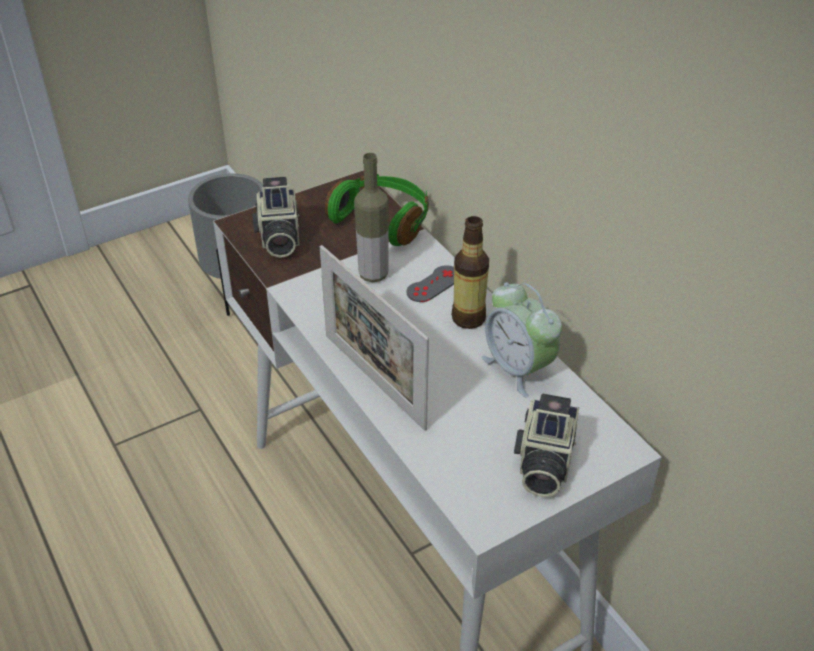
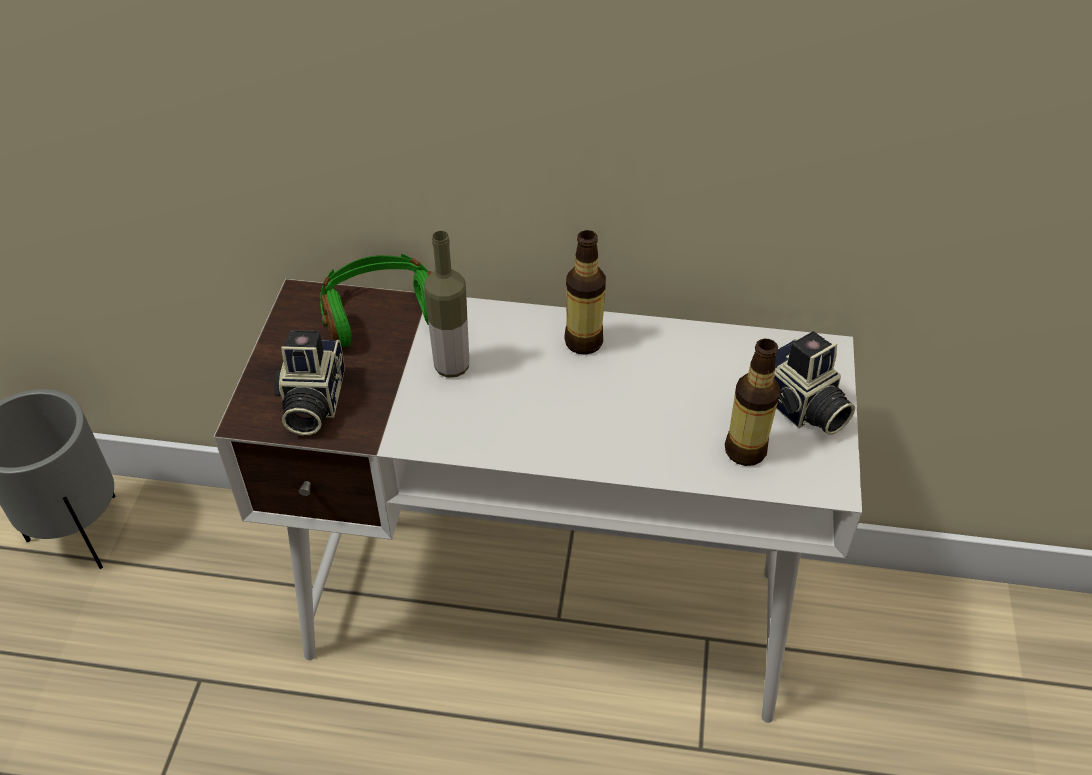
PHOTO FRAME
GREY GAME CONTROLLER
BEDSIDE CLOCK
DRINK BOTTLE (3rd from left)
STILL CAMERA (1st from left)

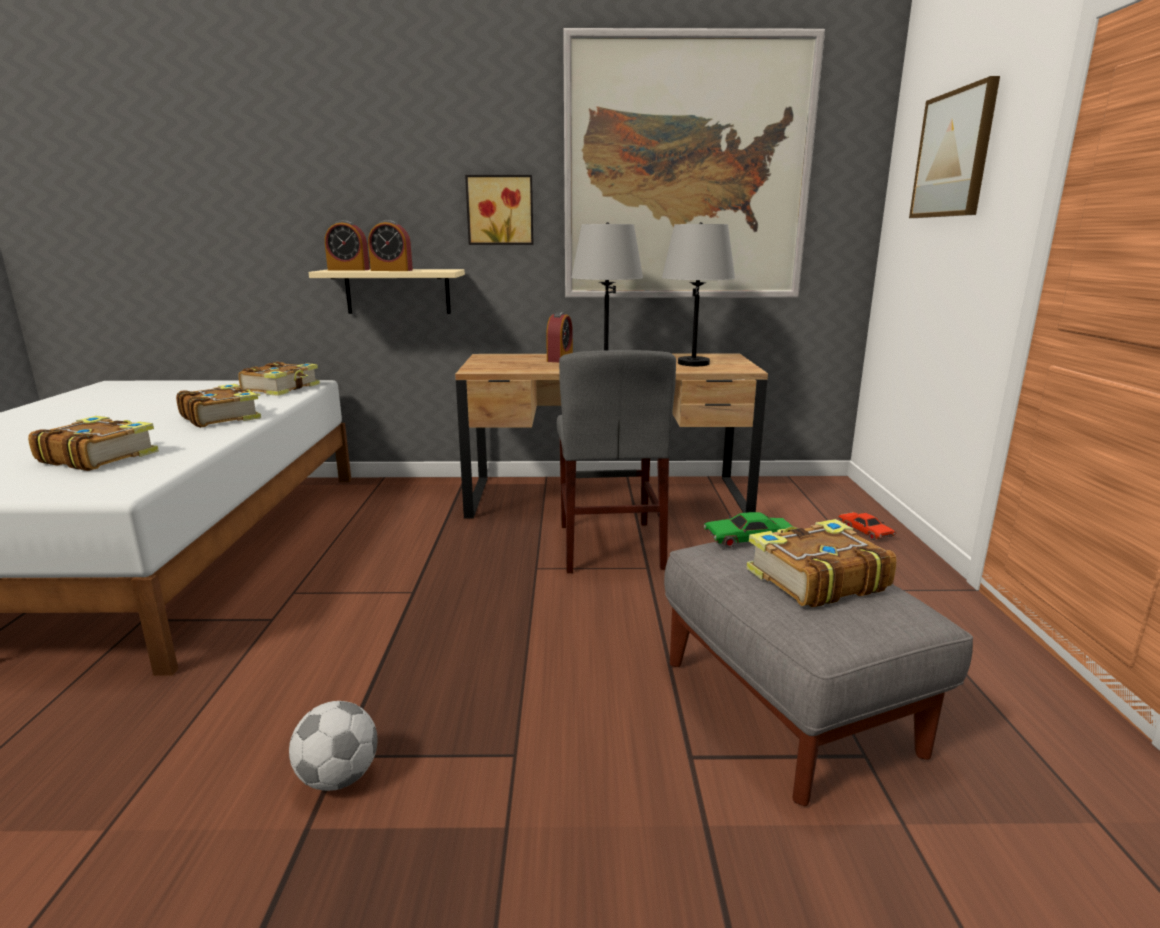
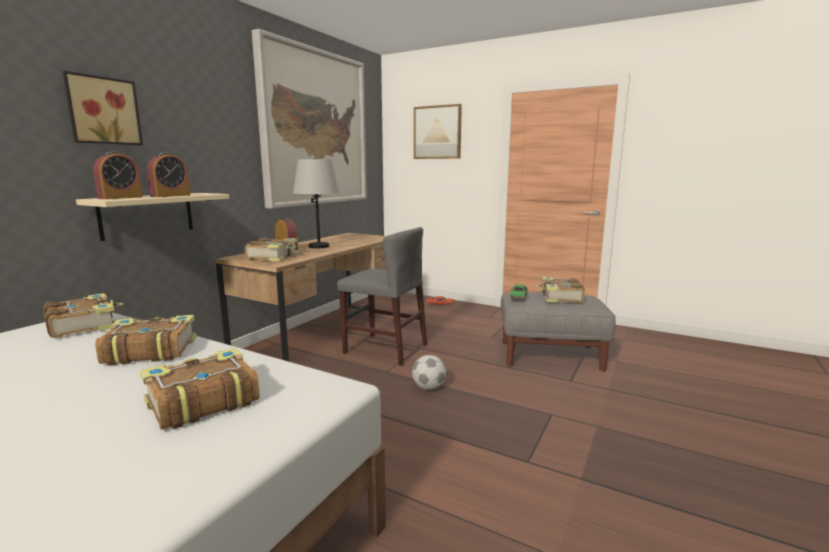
GREY TABLE LAMP (2nd from left in the first image)
BOUND BOOK (4th from left)
BALL FOR FOOTBALL
WALL ART (1st from left)

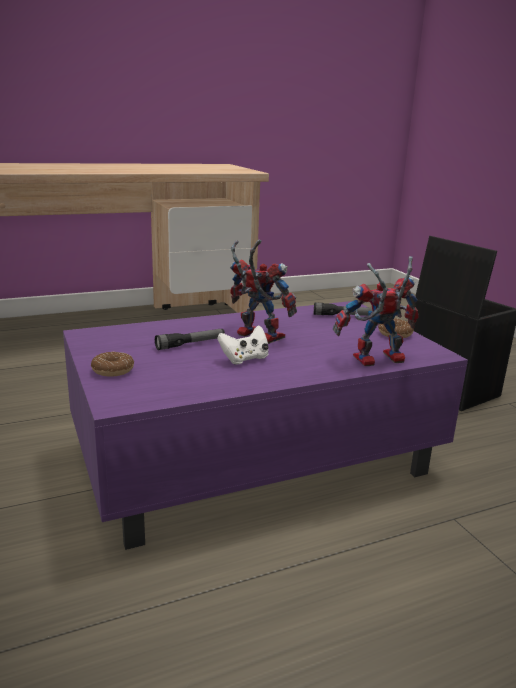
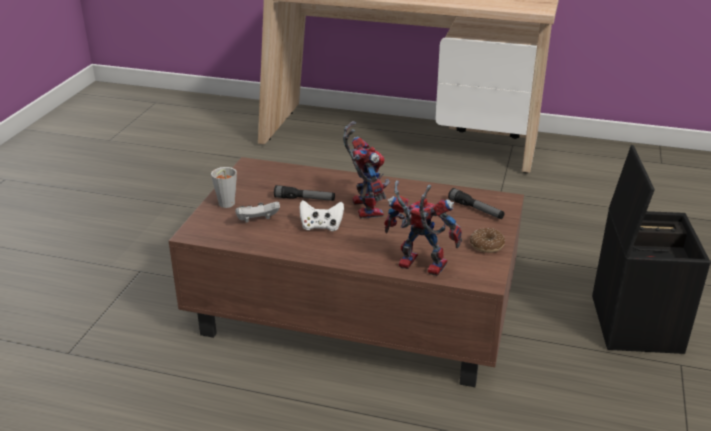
WHITE-COLOURED GAME CONTROLLER (1st from left)
GREY DRINKING CUP
BROWN LOUNGE TABLE

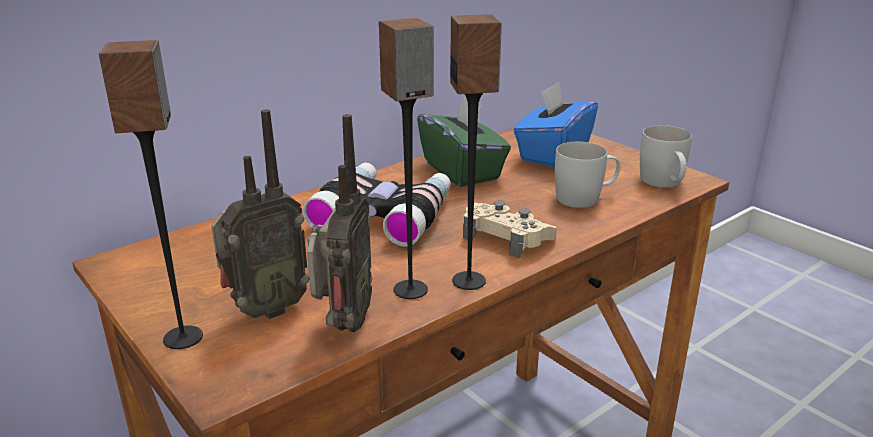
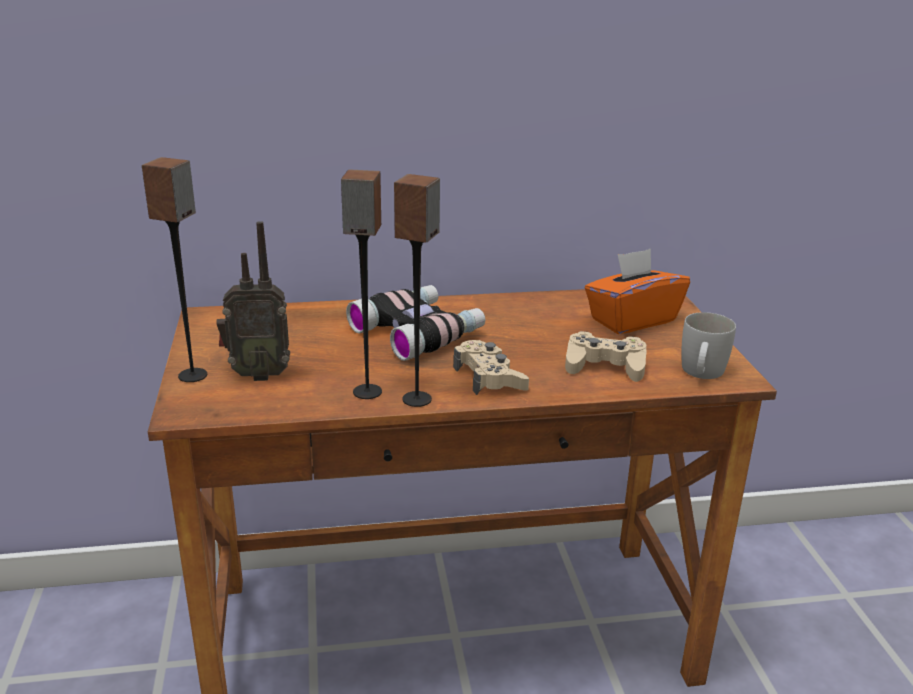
RADIO (2nd from left in the first image)
GREEN TISSUE HOLDER
BEIGE GAME CONTROLLER (2nd from left)
ORANGE-COLOURED TISSUE HOLDER

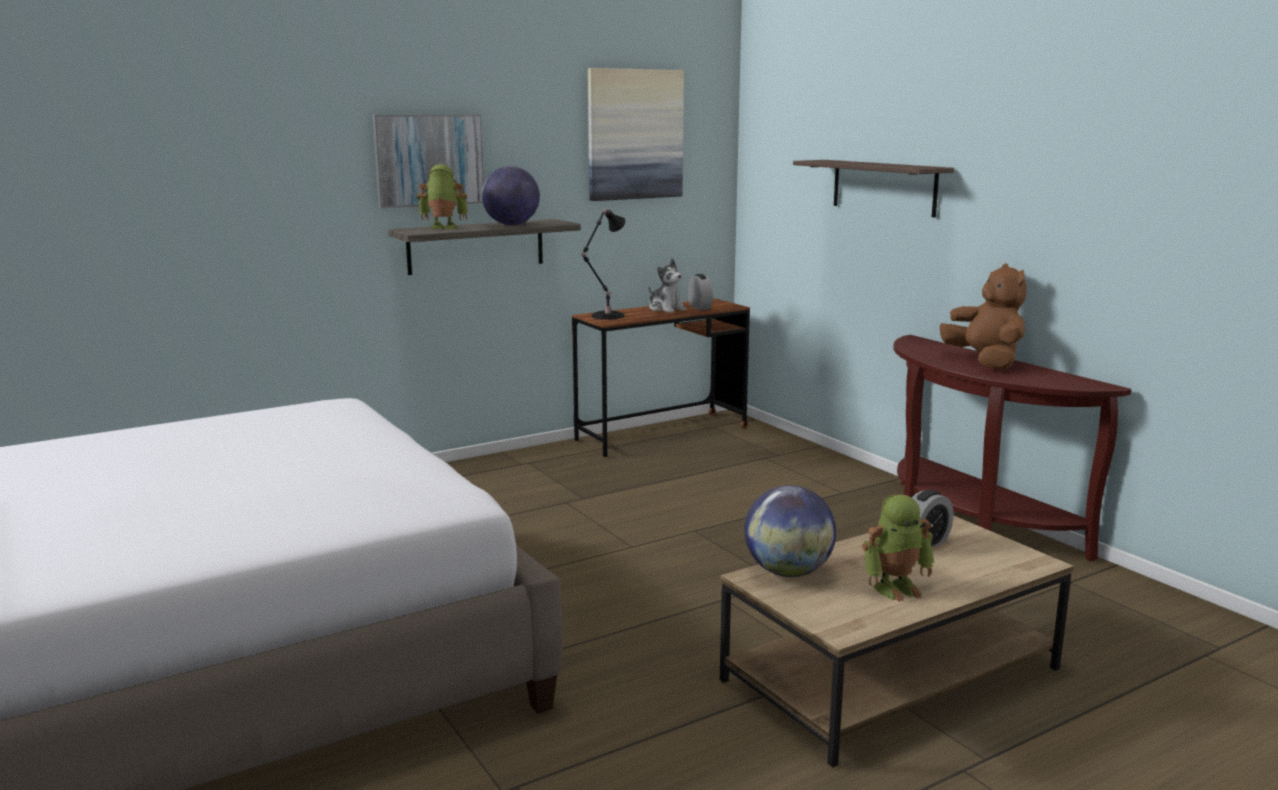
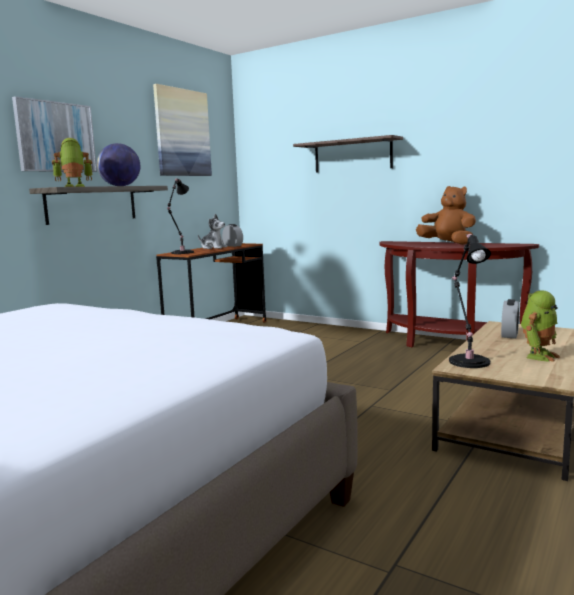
BLACKISH TABLE LAMP (2nd from left)

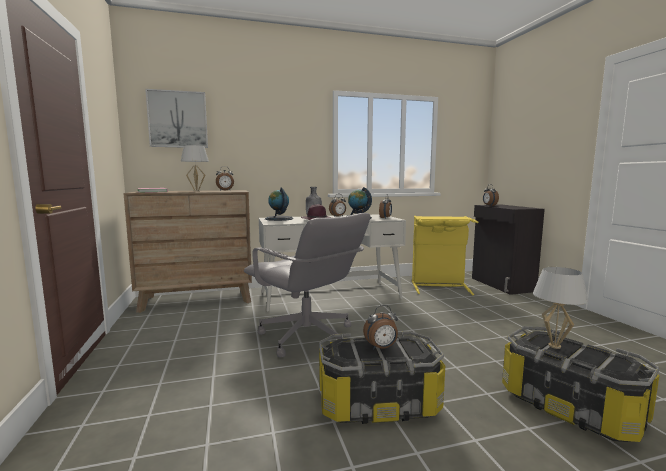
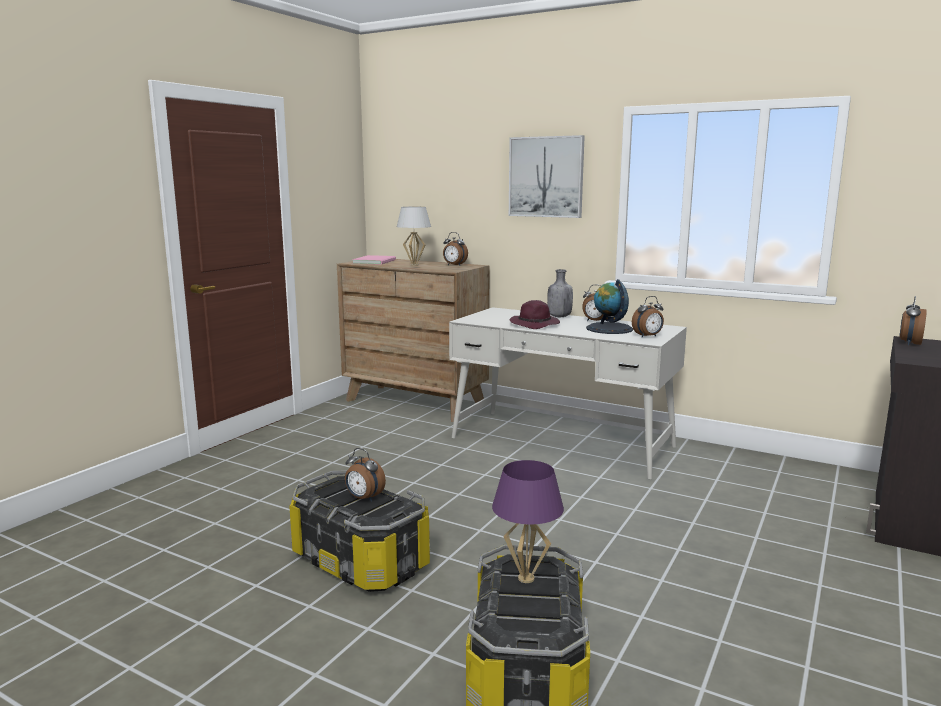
GREY DESK CHAIR
GLOBE (1st from left in the first image)
YELLOW WASHING BASKET
WALL ART
PURPLE-COLOURED TABLE LAMP

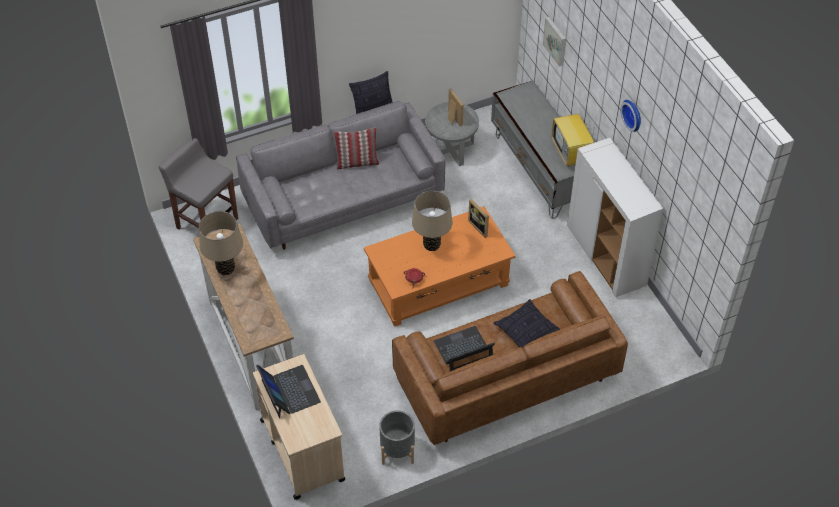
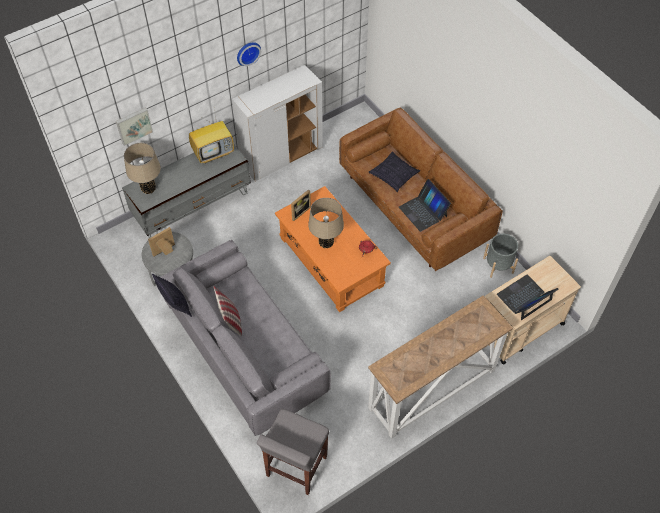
BEIGE TABLE LAMP (1st from left)

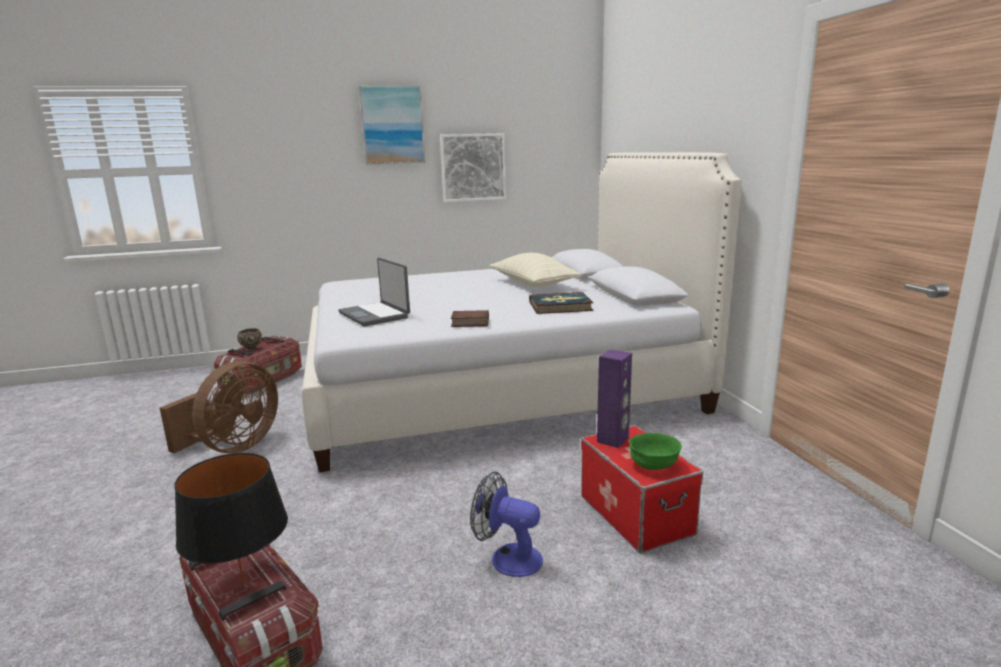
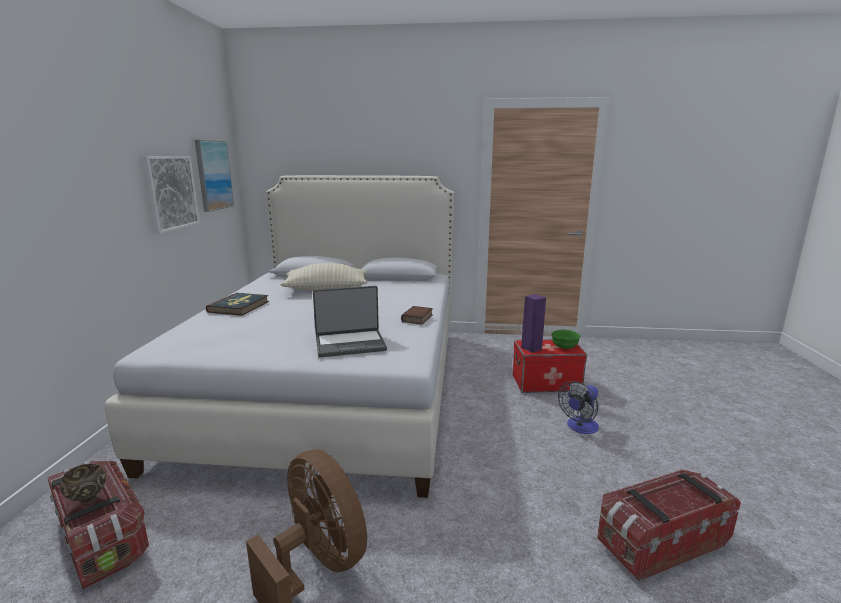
BLACKISH TABLE LAMP
WALL ART (2nd from left)
BOUND BOOK (1st from left)

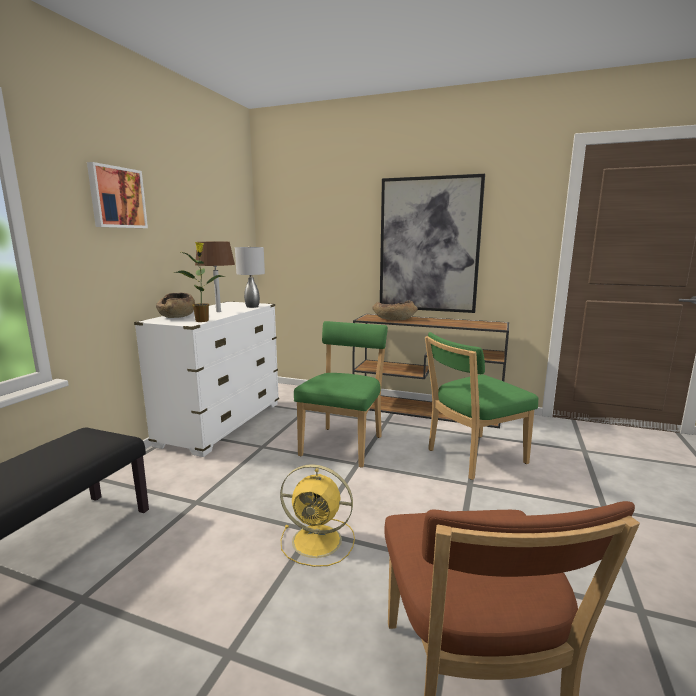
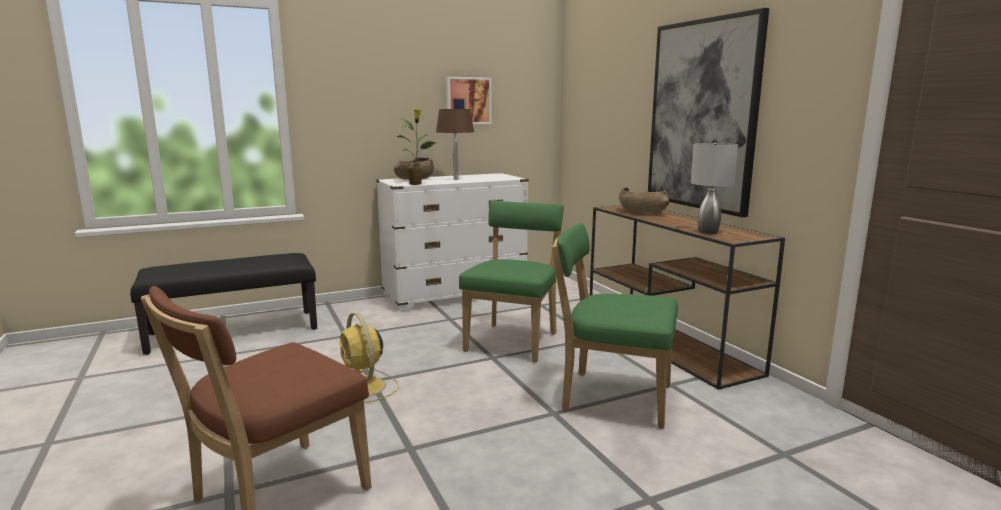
WALL ART (1st from left)
GREY TABLE LAMP
GREEN CHAIR (1st from left)

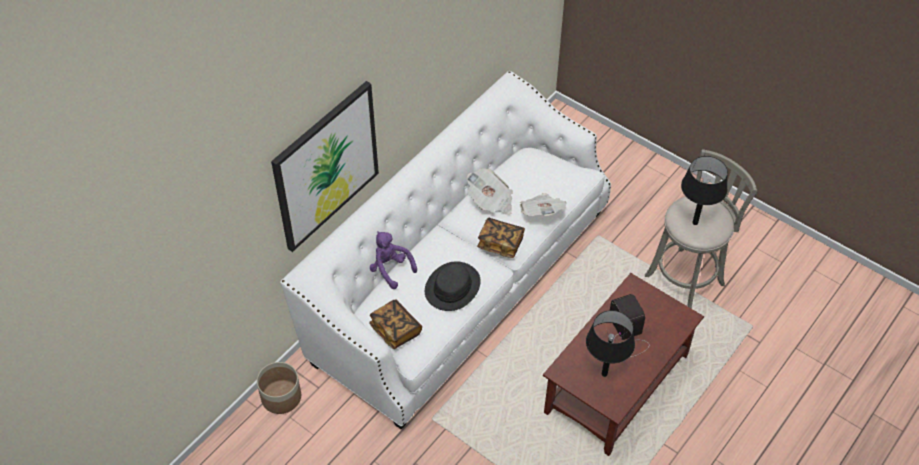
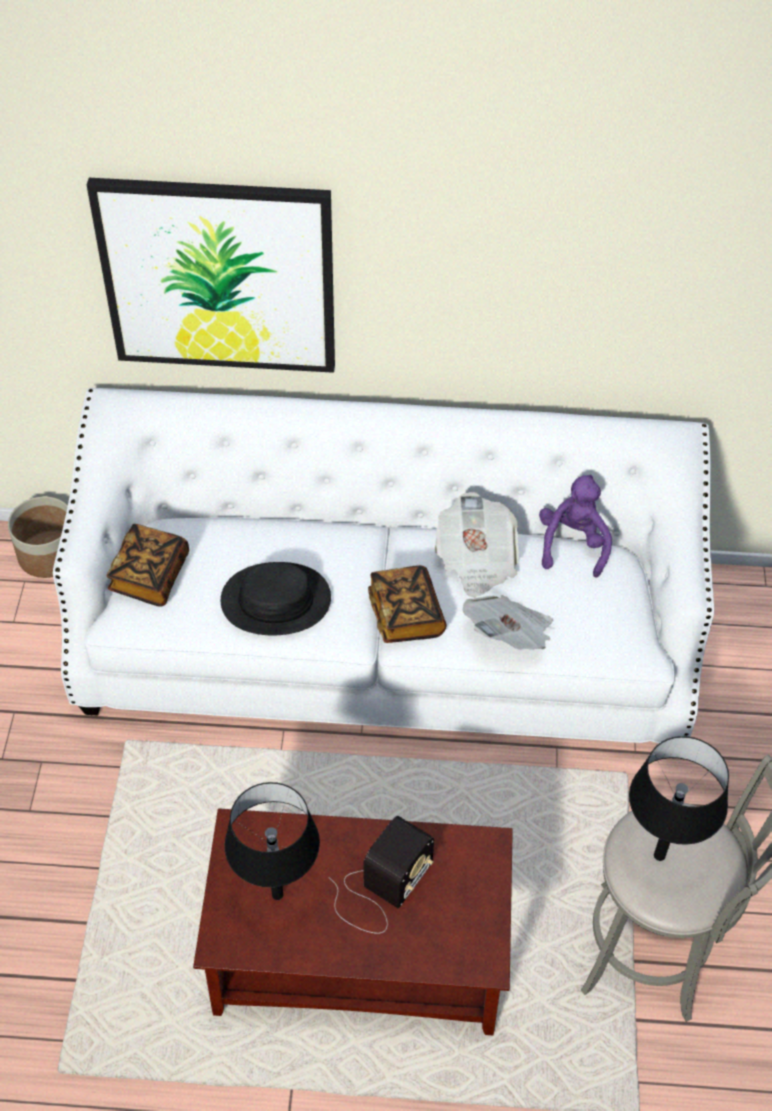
PURPLE-COLOURED CUDDLY TOY

